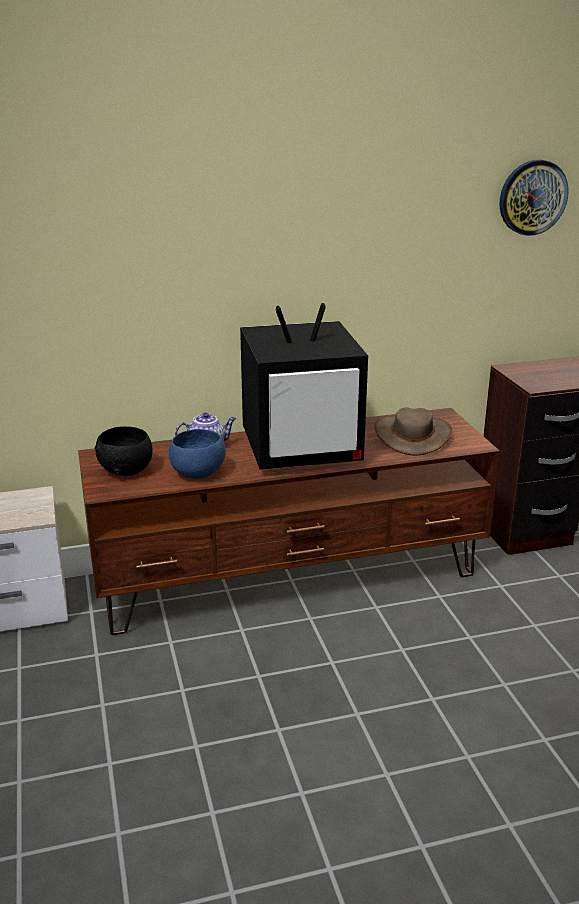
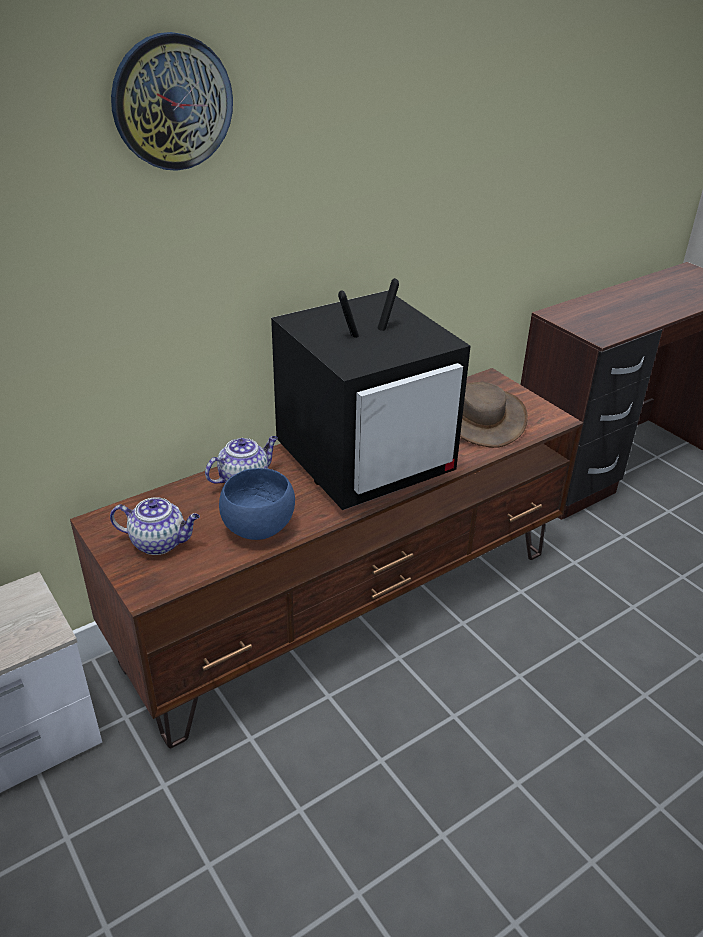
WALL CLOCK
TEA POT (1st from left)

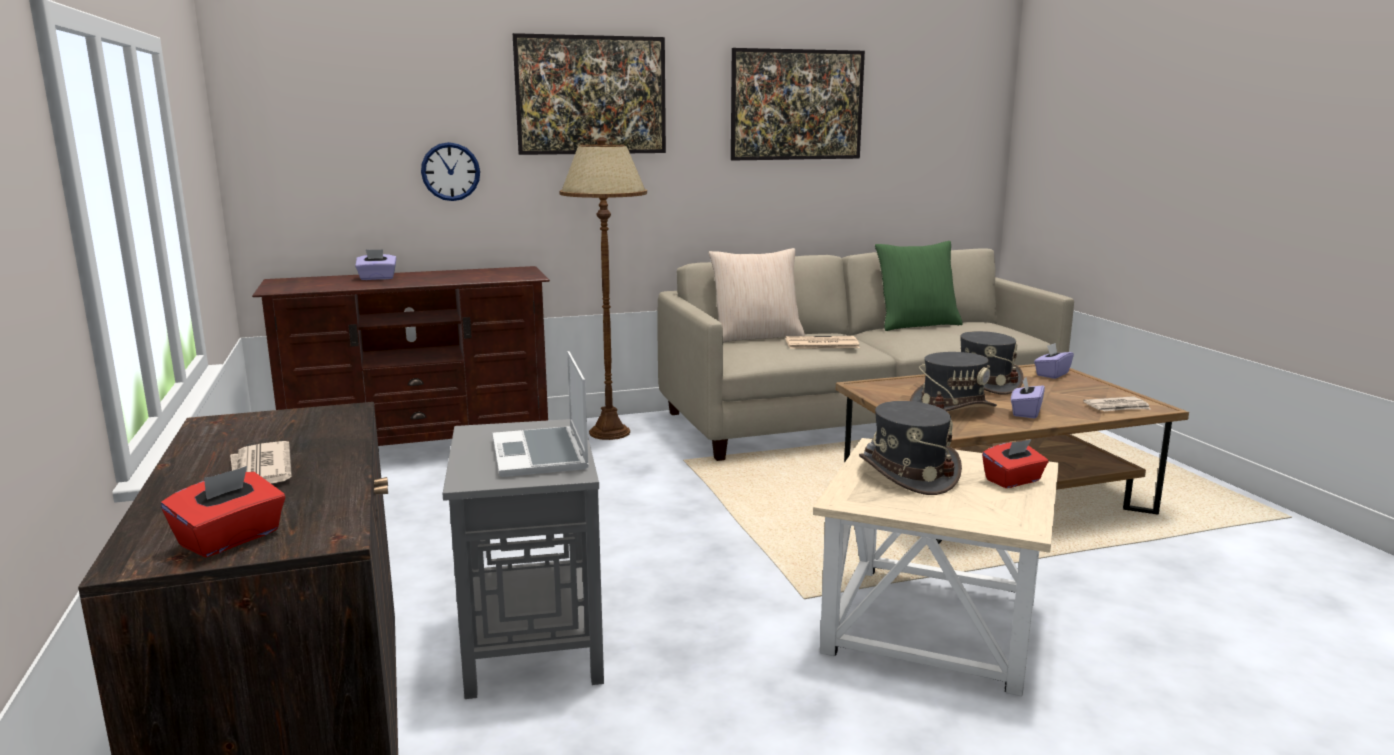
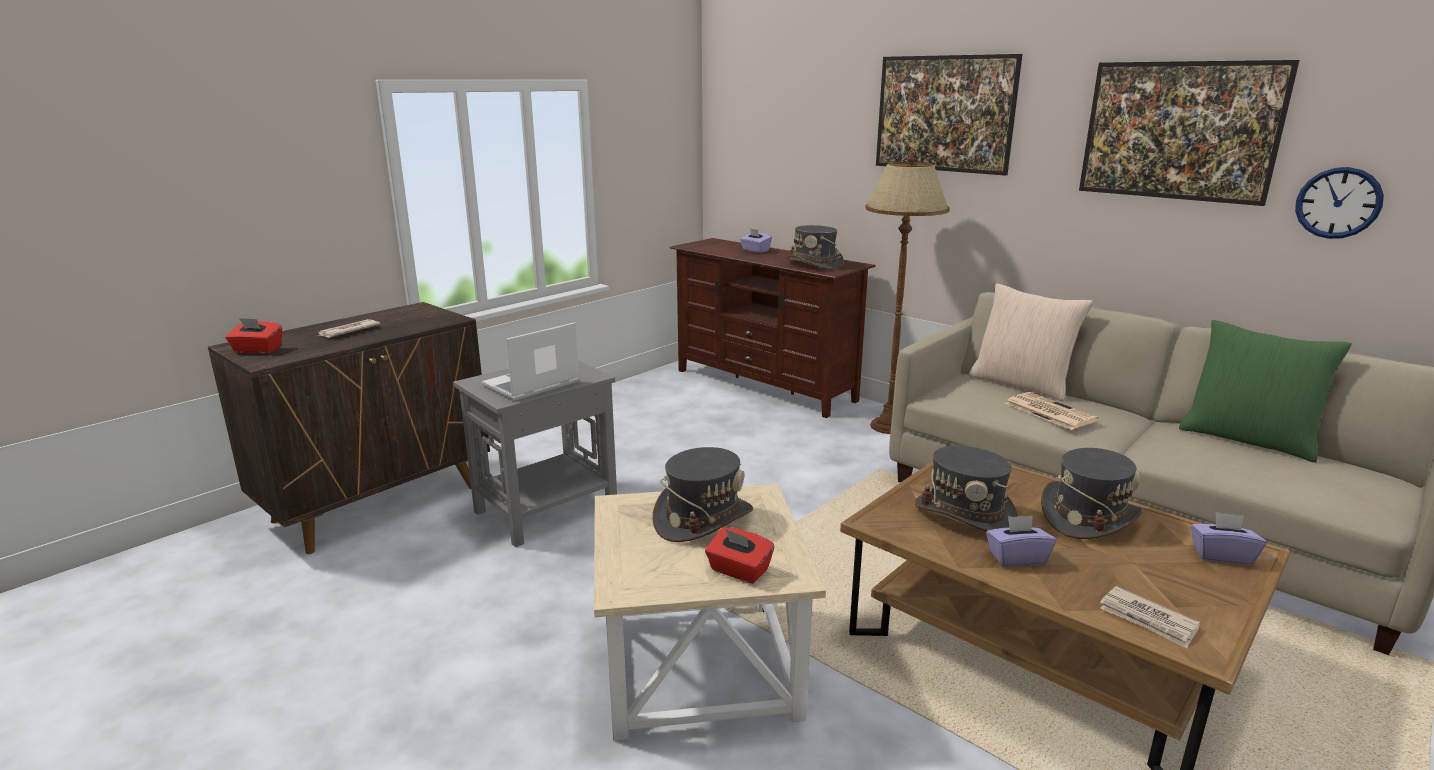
GREY WEARABLE HAT (2nd from left)
WALL CLOCK

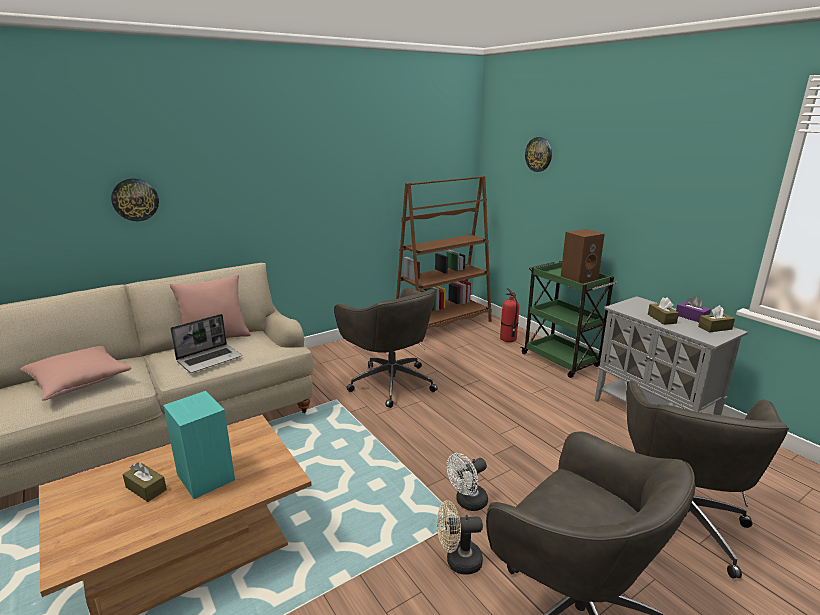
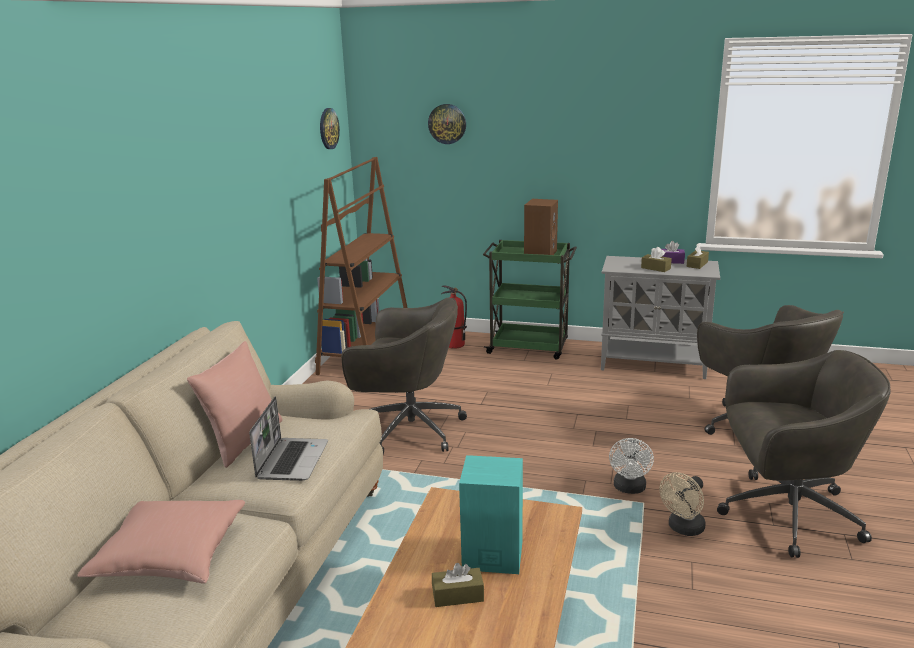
WALL CLOCK (1st from left)

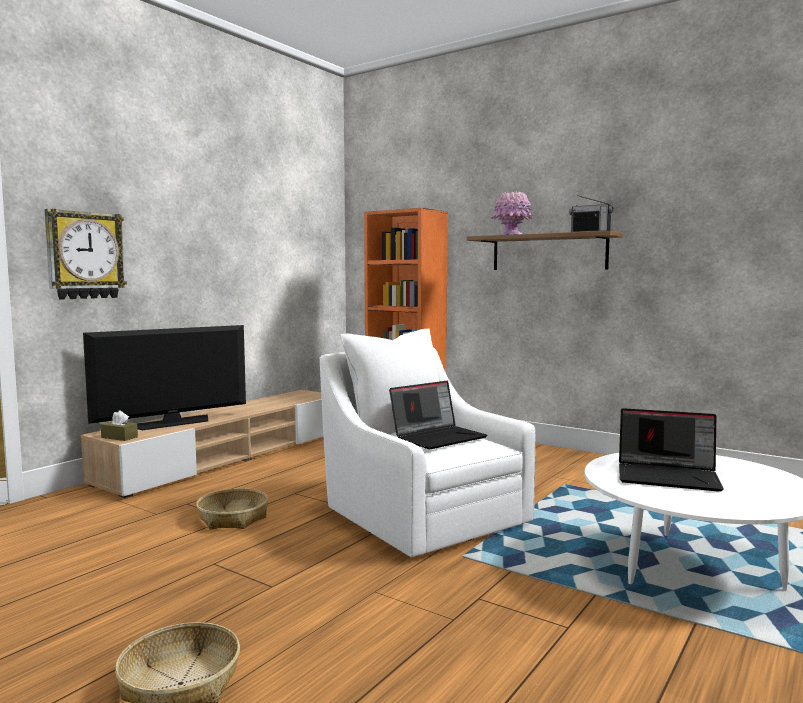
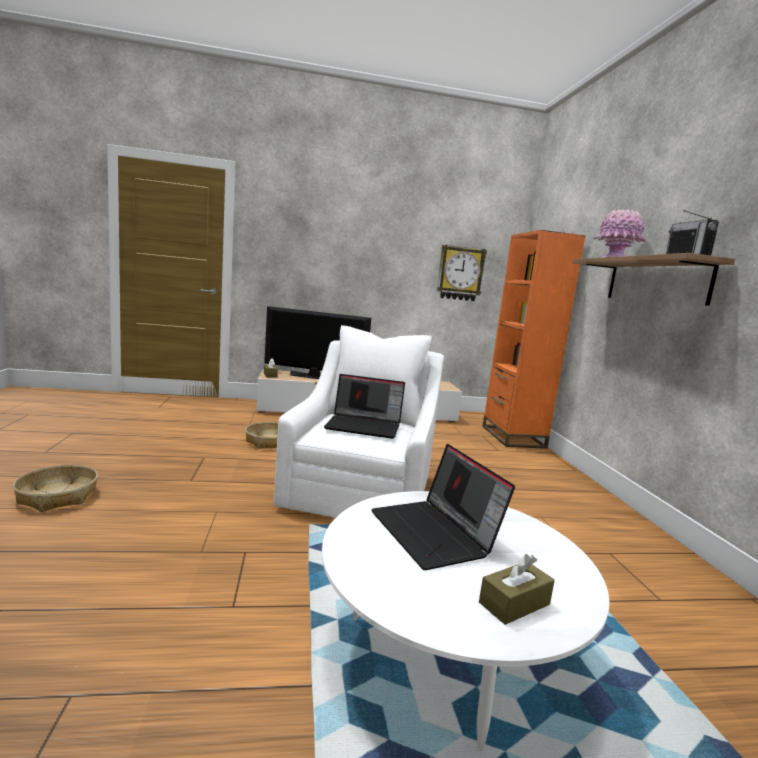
BROWN TISSUE HOLDER (2nd from left)
WALL CLOCK

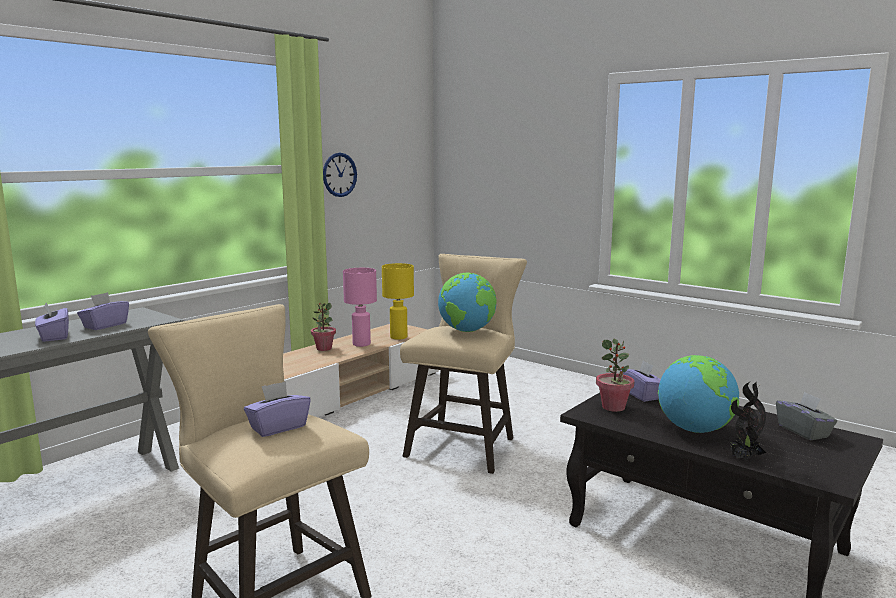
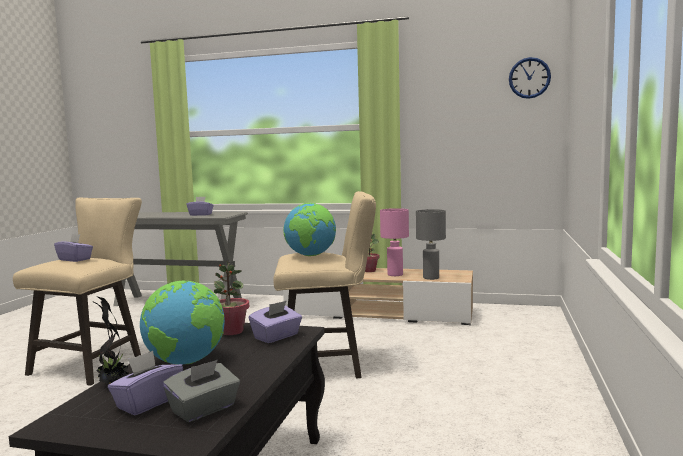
PURPLE-COLOURED TISSUE HOLDER (2nd from left)
WALL CLOCK
GREY TABLE LAMP

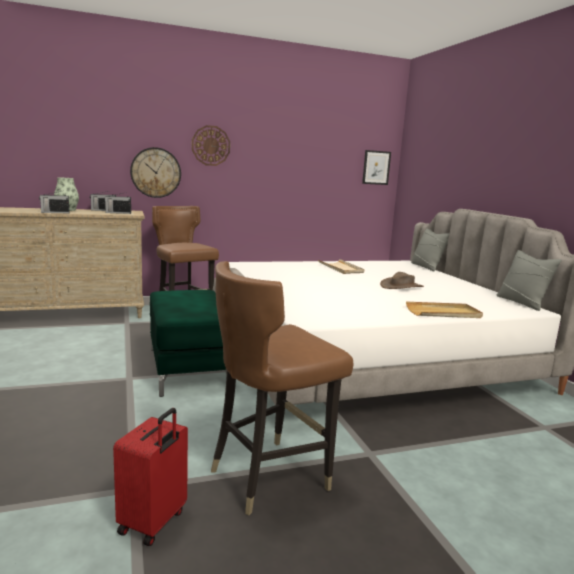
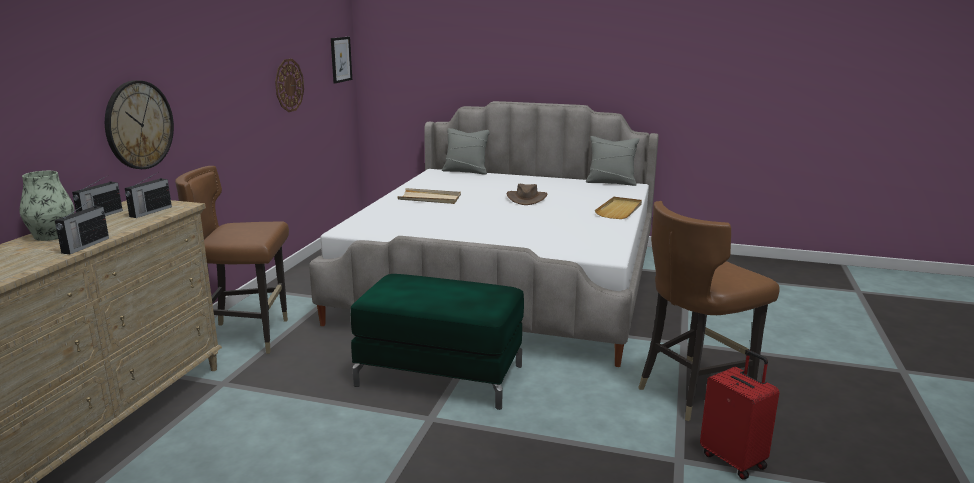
WALL CLOCK (2nd from left)
BROWN CHAIR (2nd from left)

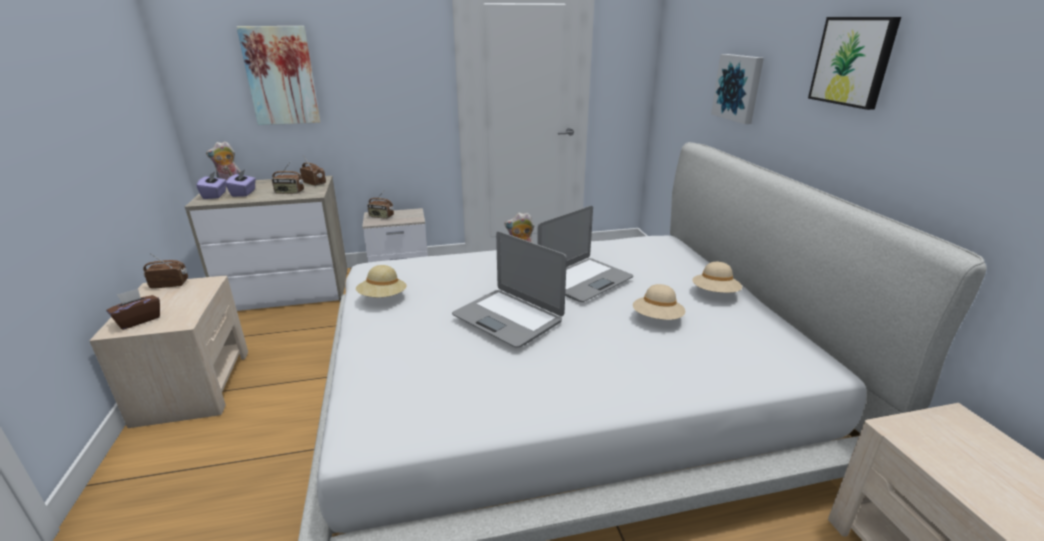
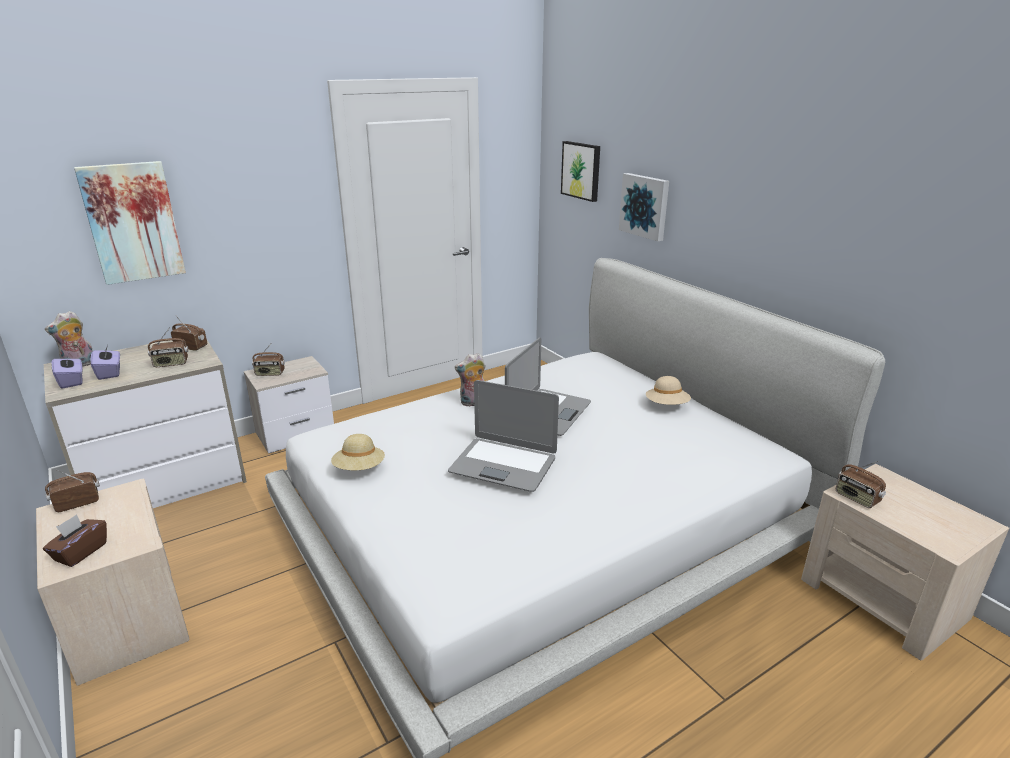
BEIGE WEARABLE HAT (2nd from left in the first image)
RADIO (5th from left)
WALL ART (2nd from left)

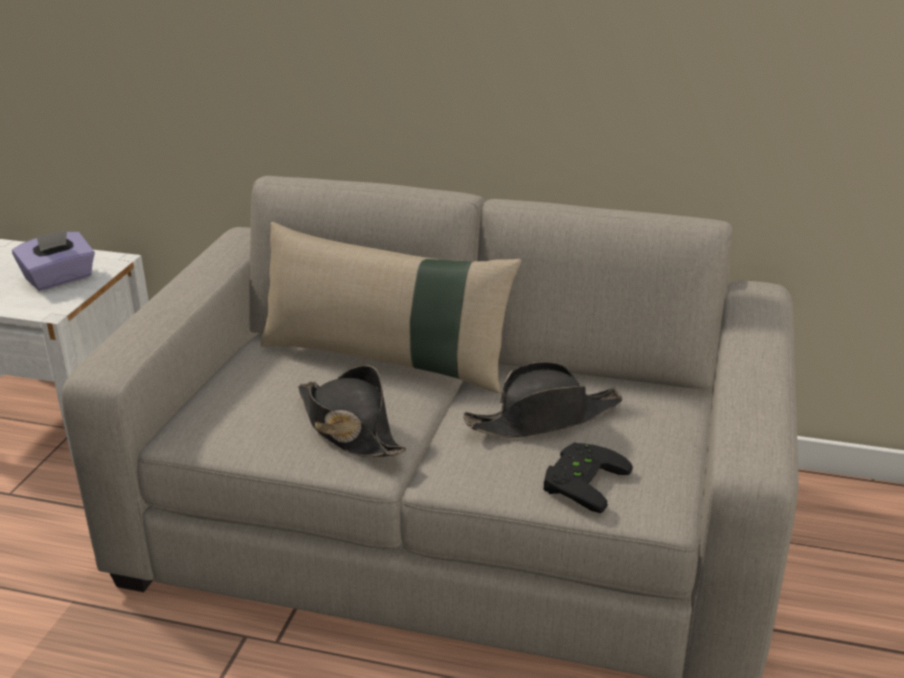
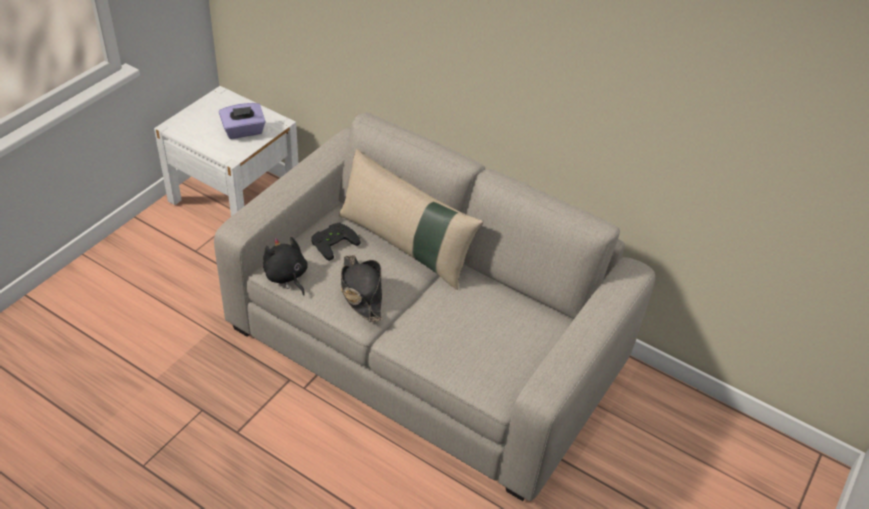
BLACKISH WEARABLE HAT (2nd from left in the first image)
BLACKISH CUDDLY TOY
BLACKISH GAME CONTROLLER

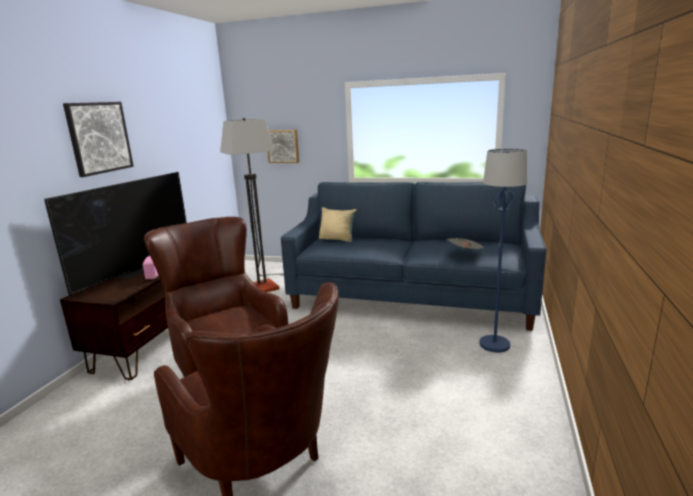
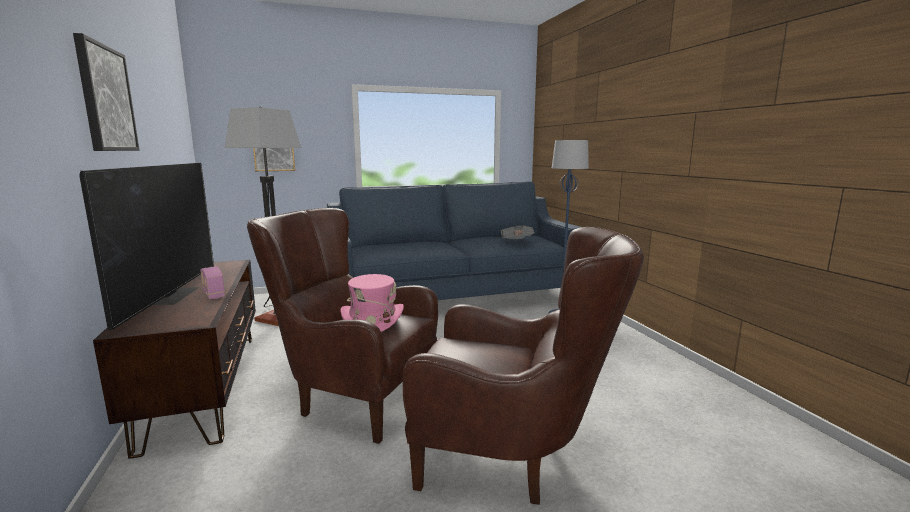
BEIGE CUSHION
PINKISH WEARABLE HAT

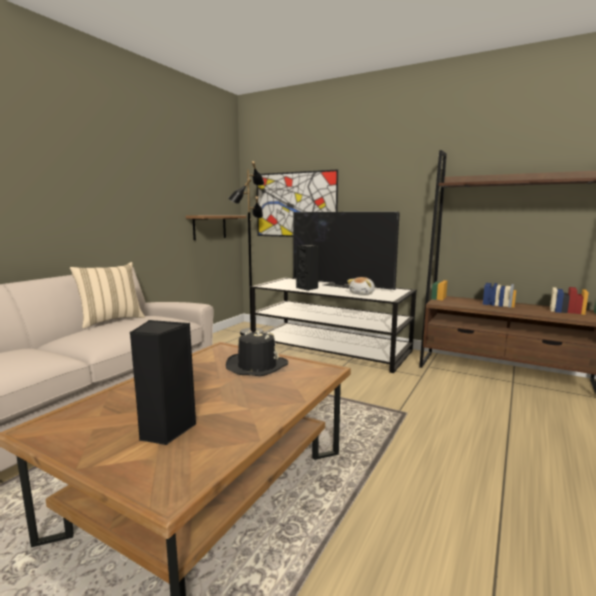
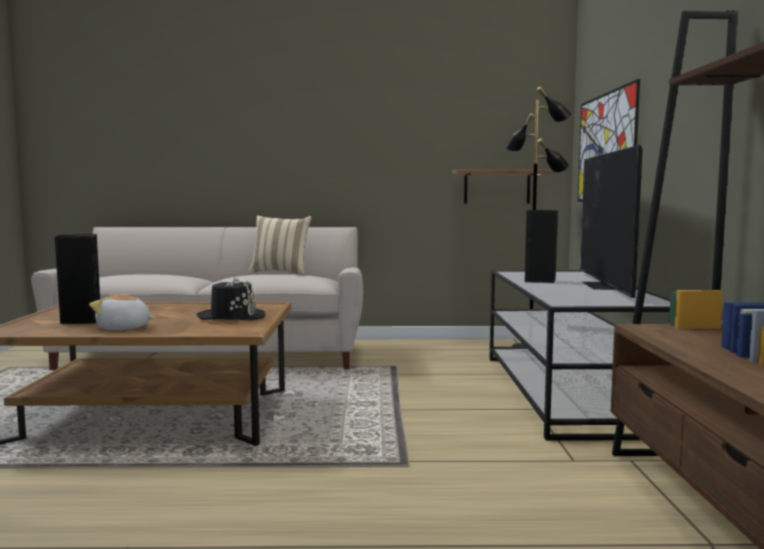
CUDDLY TOY

